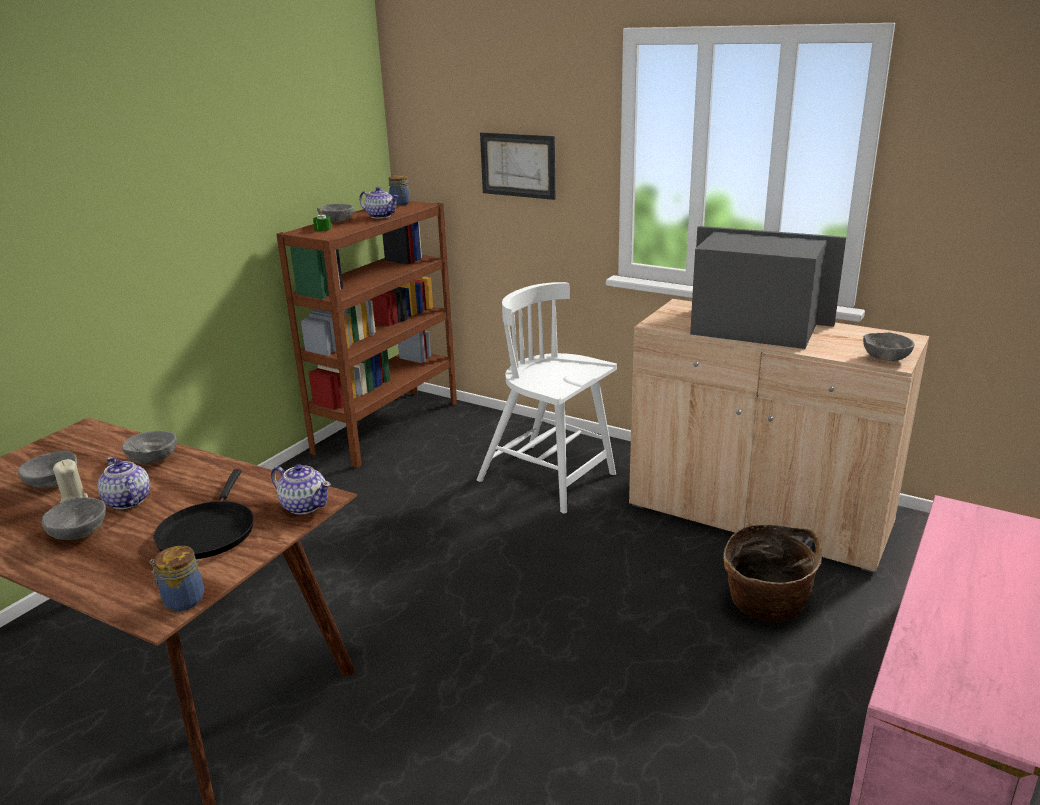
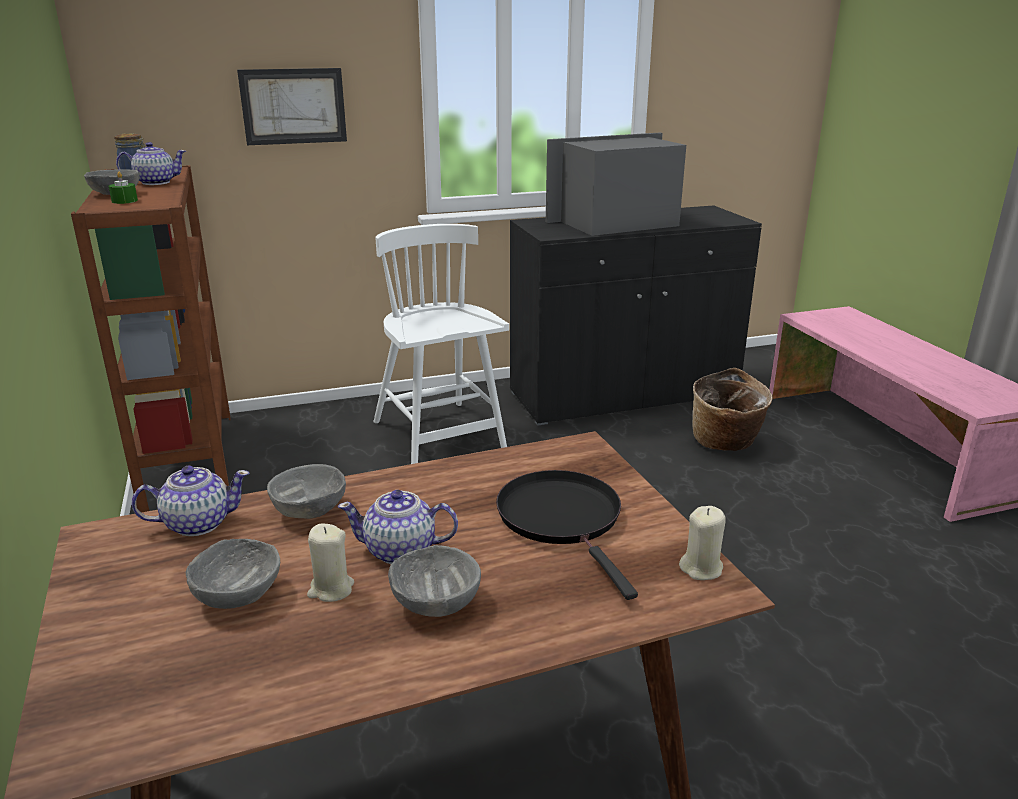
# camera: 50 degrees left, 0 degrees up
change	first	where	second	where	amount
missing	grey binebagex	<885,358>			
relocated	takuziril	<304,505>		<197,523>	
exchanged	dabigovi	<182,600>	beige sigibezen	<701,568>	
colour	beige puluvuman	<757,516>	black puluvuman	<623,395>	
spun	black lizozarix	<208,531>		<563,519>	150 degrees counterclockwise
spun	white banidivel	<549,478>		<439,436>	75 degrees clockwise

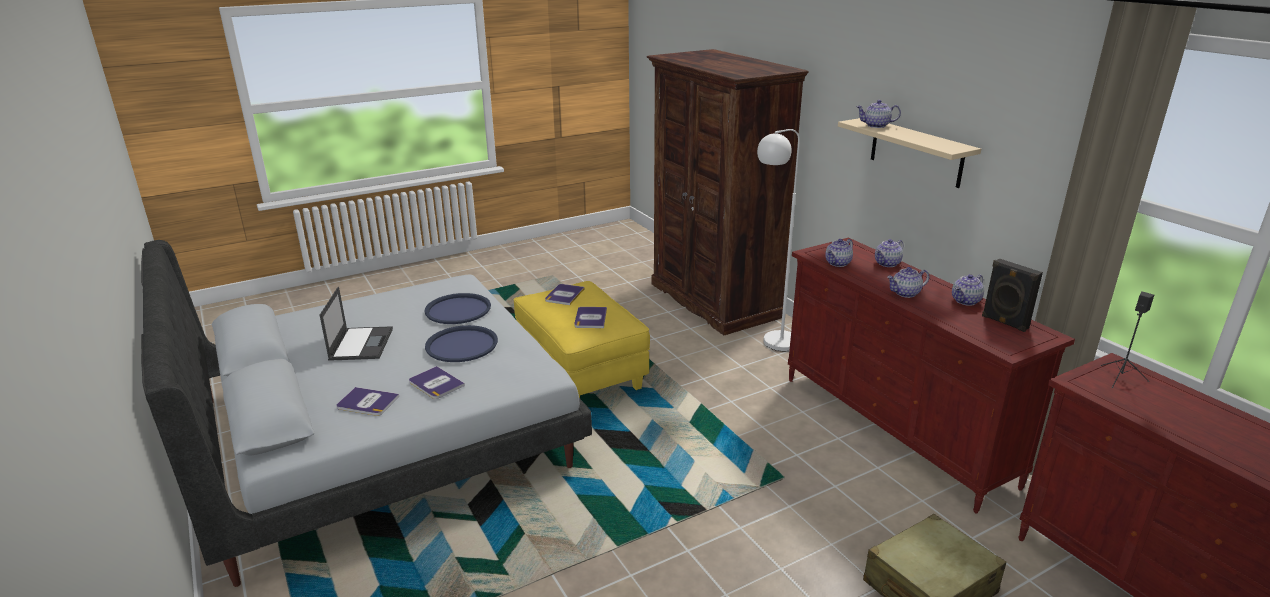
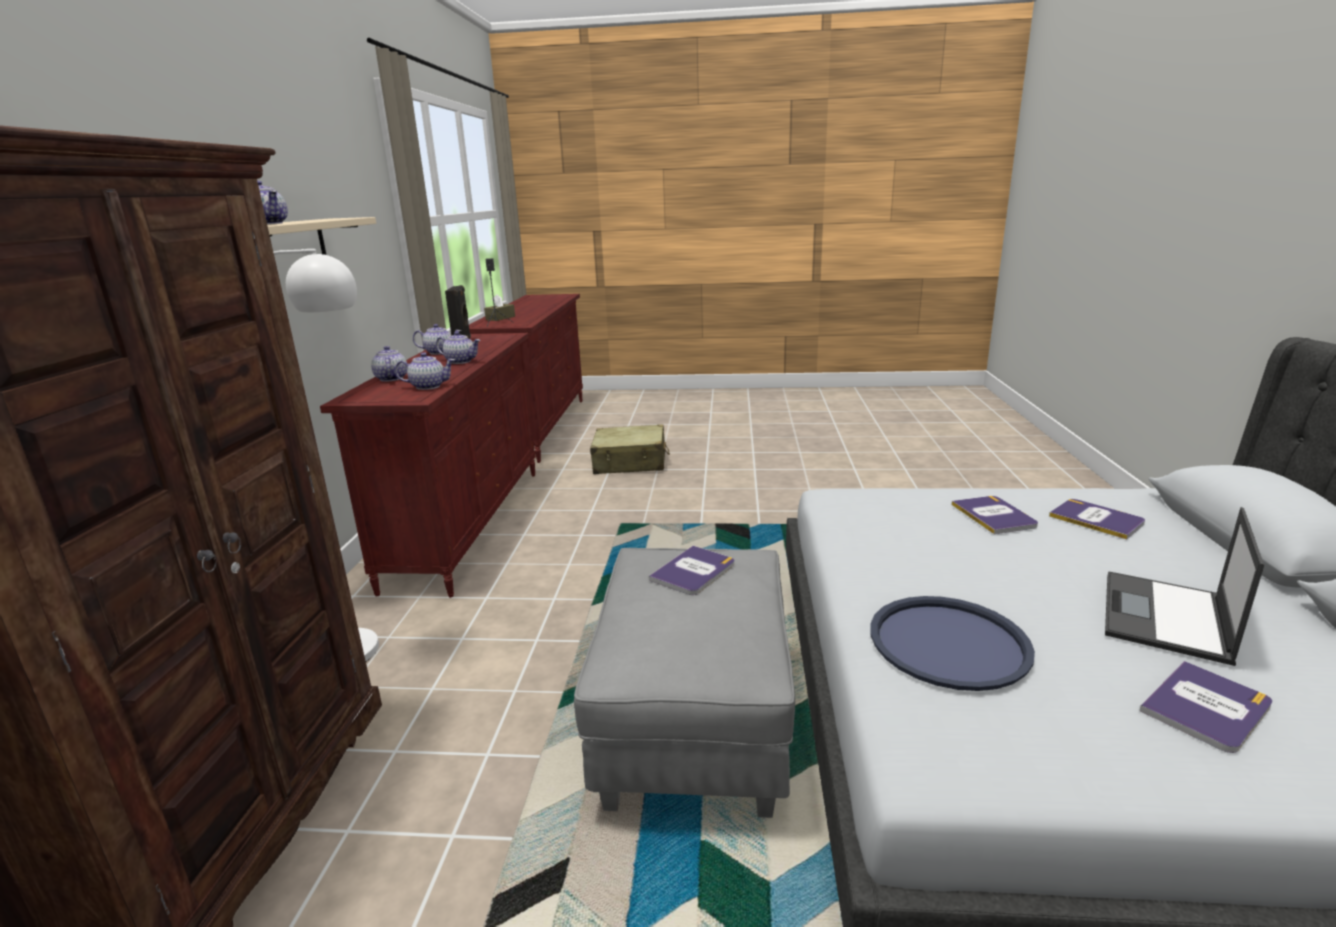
# camera: 145 degrees left, 5 degrees down
change	first	where	second	where	amount
missing	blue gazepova	<461,345>			
appeared			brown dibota	<500,318>	
relocated	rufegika	<564,295>		<1206,707>	
colour	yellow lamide	<581,373>	grey lamide	<694,725>	
spun	takuziril	<887,264>		<391,378>	105 degrees counterclockwise

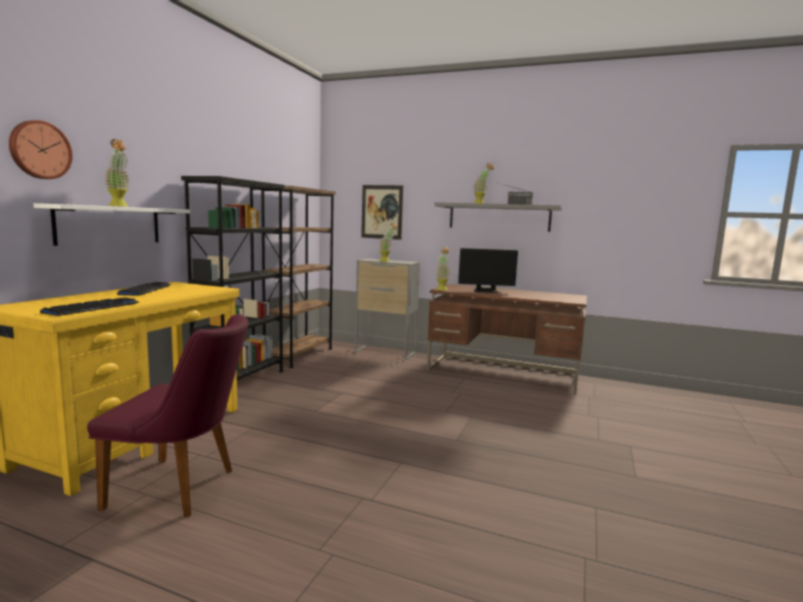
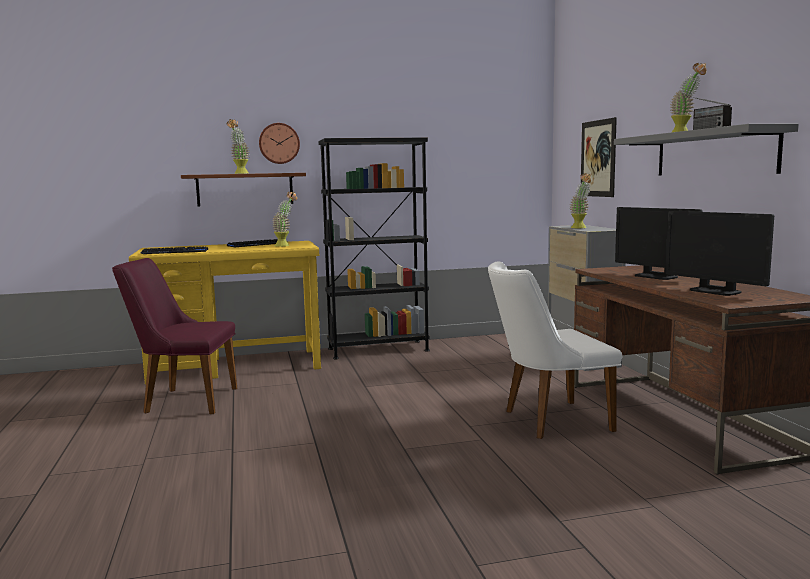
# camera: 55 degrees right, 0 degrees up
change	first	where	second	where	amount
missing	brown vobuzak	<299,355>			
appeared			white banidivel	<547,421>	
appeared			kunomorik	<715,291>	
relocated	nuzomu	<39,150>		<279,143>	
relocated	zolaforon	<442,289>		<286,245>	
colour	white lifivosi	<109,225>	brown lifivosi	<245,189>	
spun	purple banidivel	<182,488>		<182,400>	120 degrees clockwise

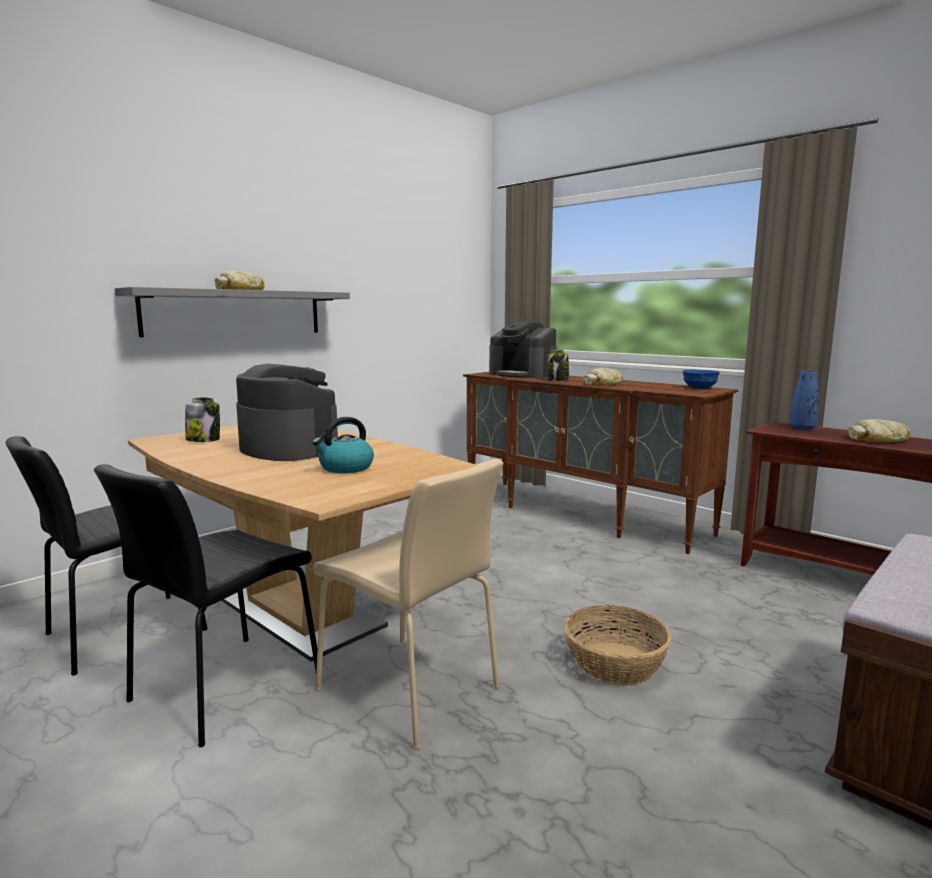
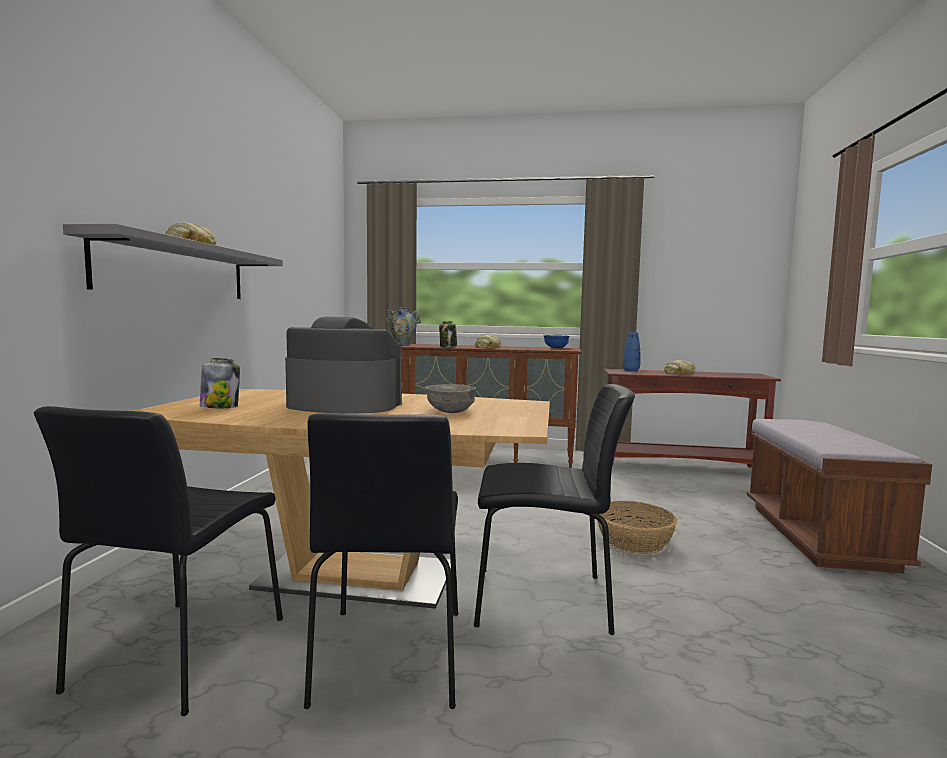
# camera: 35 degrees left, 5 degrees down
change	first	where	second	where	amount
exchanged	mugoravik	<345,468>	grey binebagex	<451,411>	
exchanged	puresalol	<523,374>	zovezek	<403,344>	
colour	beige banidivel	<413,691>	black banidivel	<547,600>	

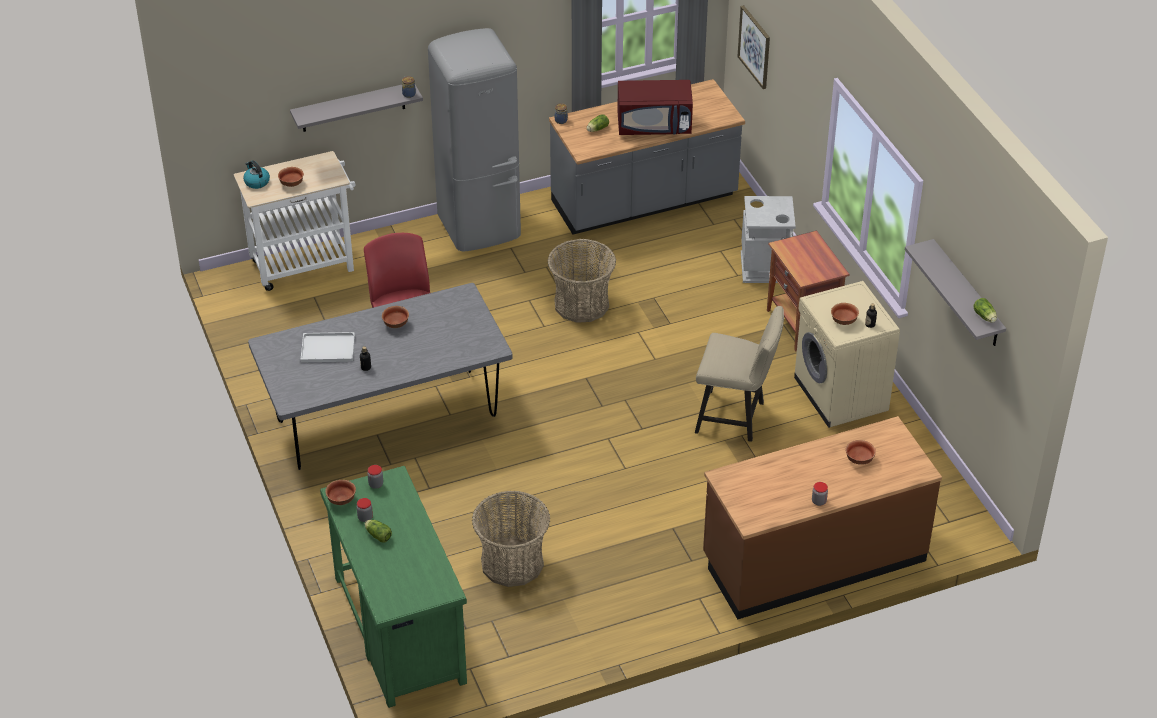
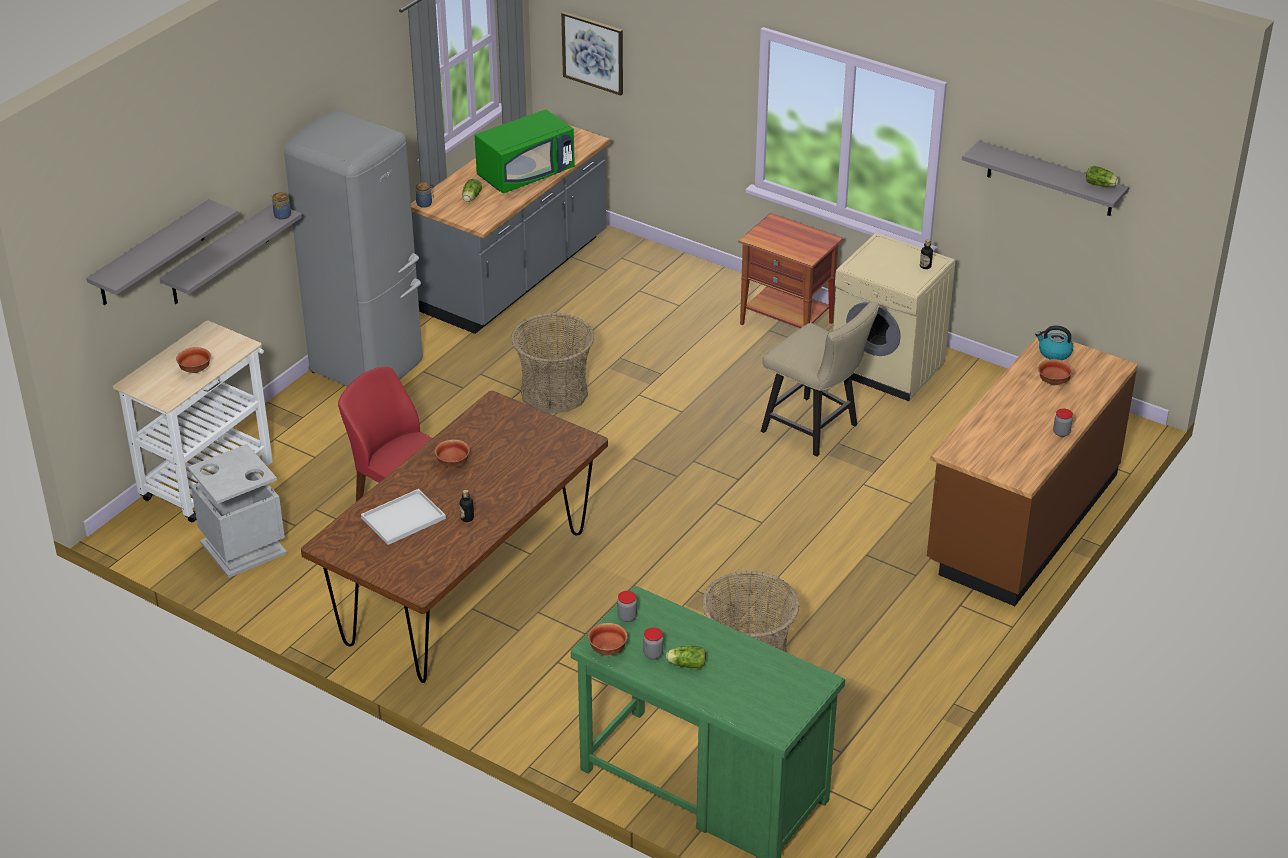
# camera: 35 degrees left, 5 degrees down
change	first	where	second	where	amount
missing	binebagex	<844,321>			
appeared			grey lifivosi	<151,254>	
relocated	mugoravik	<256,182>		<1054,353>	
relocated	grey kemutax	<765,267>		<244,548>	
colour	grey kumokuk	<385,420>	brown kumokuk	<466,590>	
colour	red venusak	<654,125>	green venusak	<526,174>	
spun	beige banidivel	<735,418>		<815,430>	60 degrees clockwise

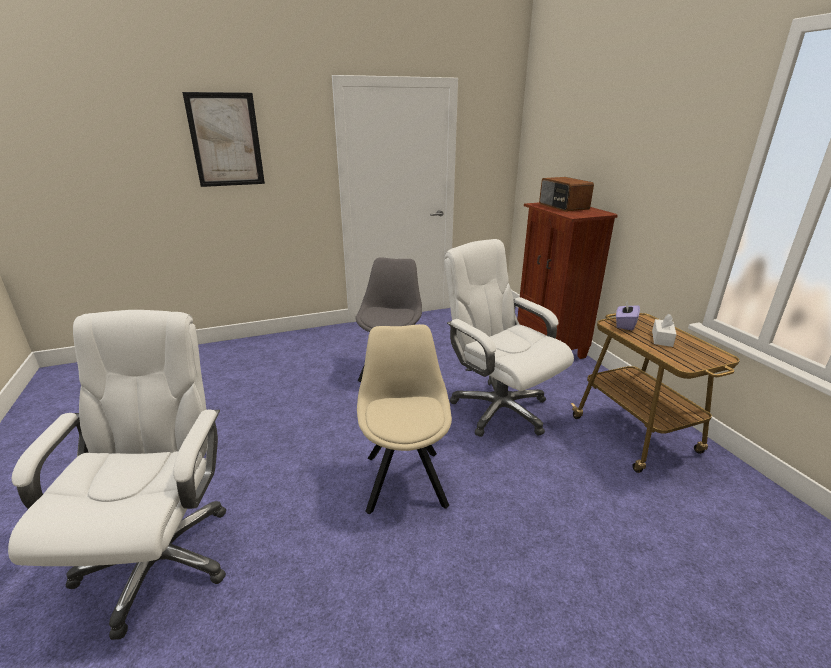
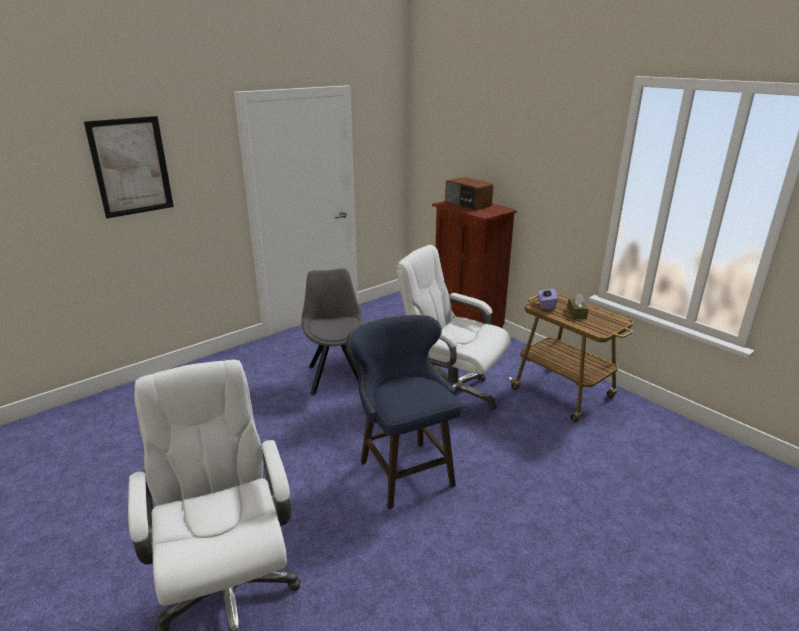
# camera: 20 degrees left, 0 degrees up
change	first	where	second	where	amount
exchanged	beige banidivel	<405,480>	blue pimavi	<404,470>	
colour	white dibota	<662,338>	brown dibota	<576,313>	

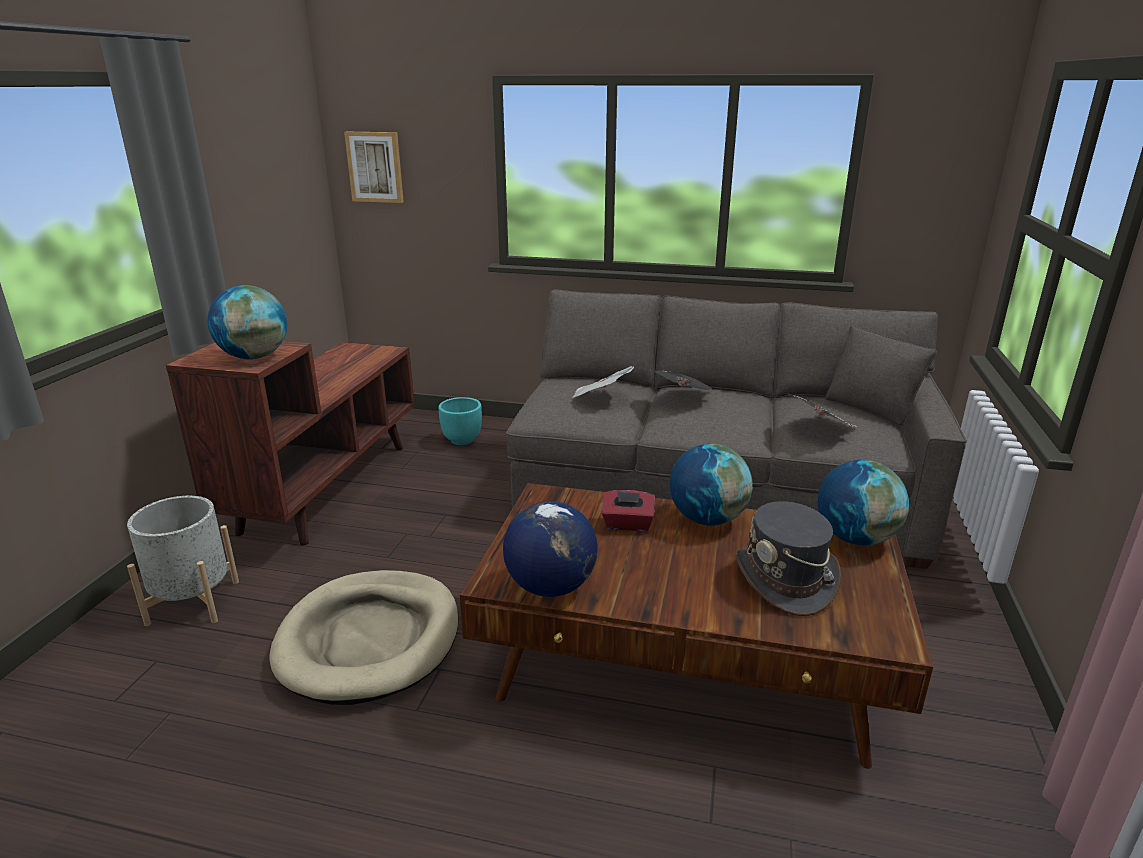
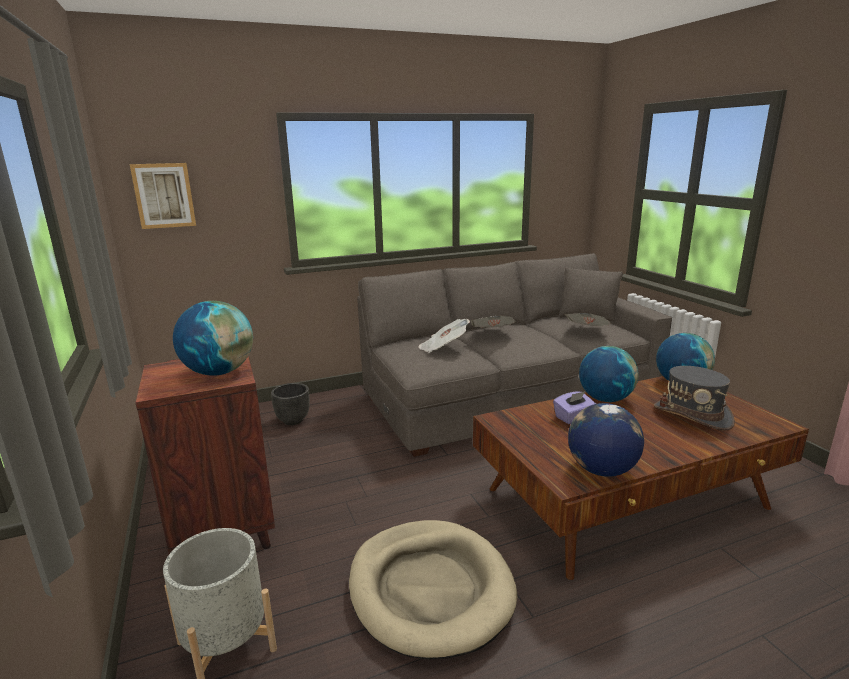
# camera: 35 degrees left, 5 degrees down
change	first	where	second	where	amount
colour	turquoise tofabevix	<462,440>	black tofabevix	<293,420>	
colour	red dibota	<627,524>	purple dibota	<573,417>	

